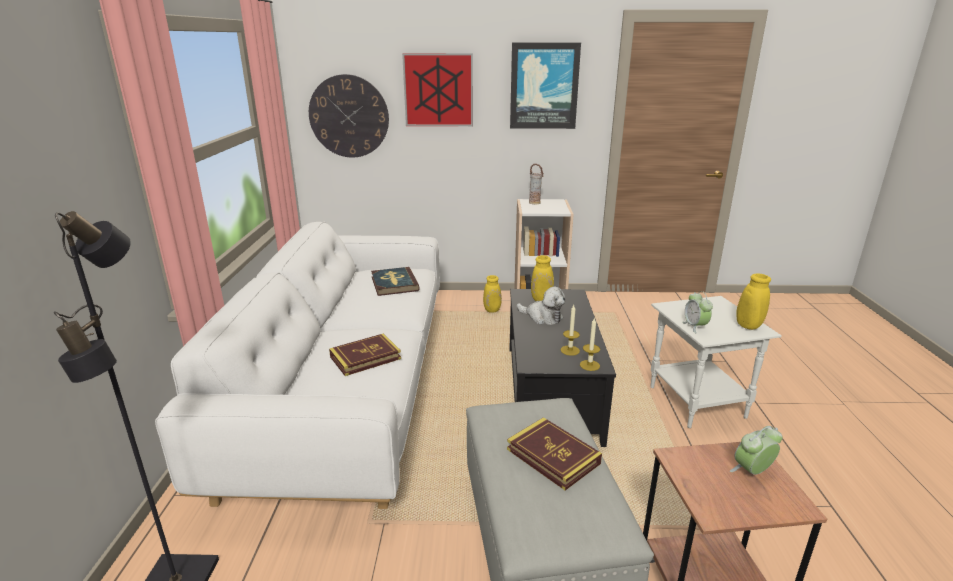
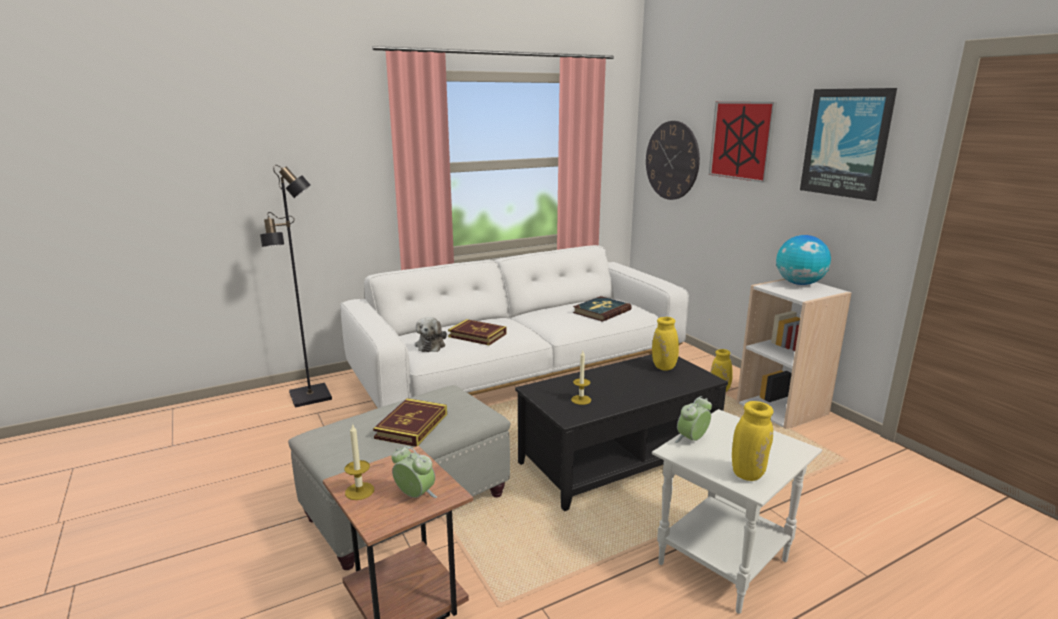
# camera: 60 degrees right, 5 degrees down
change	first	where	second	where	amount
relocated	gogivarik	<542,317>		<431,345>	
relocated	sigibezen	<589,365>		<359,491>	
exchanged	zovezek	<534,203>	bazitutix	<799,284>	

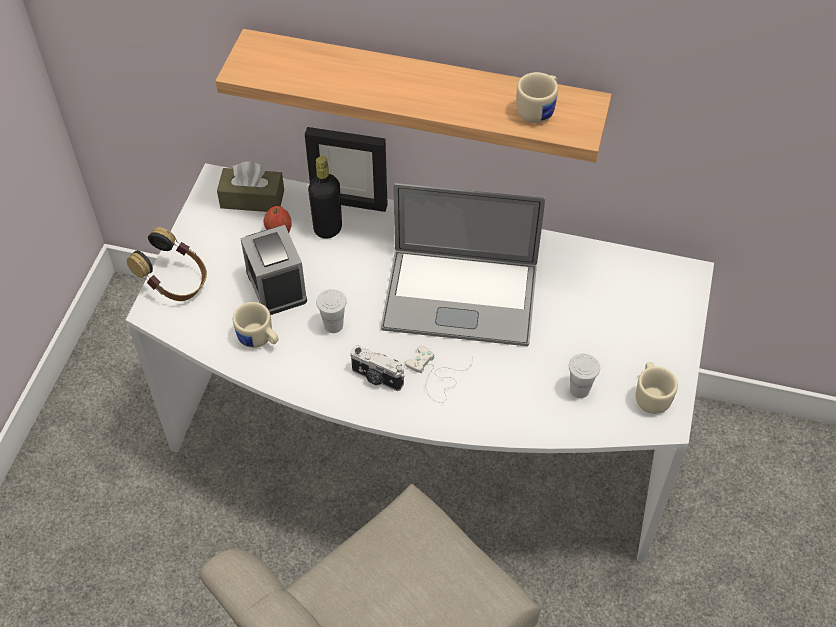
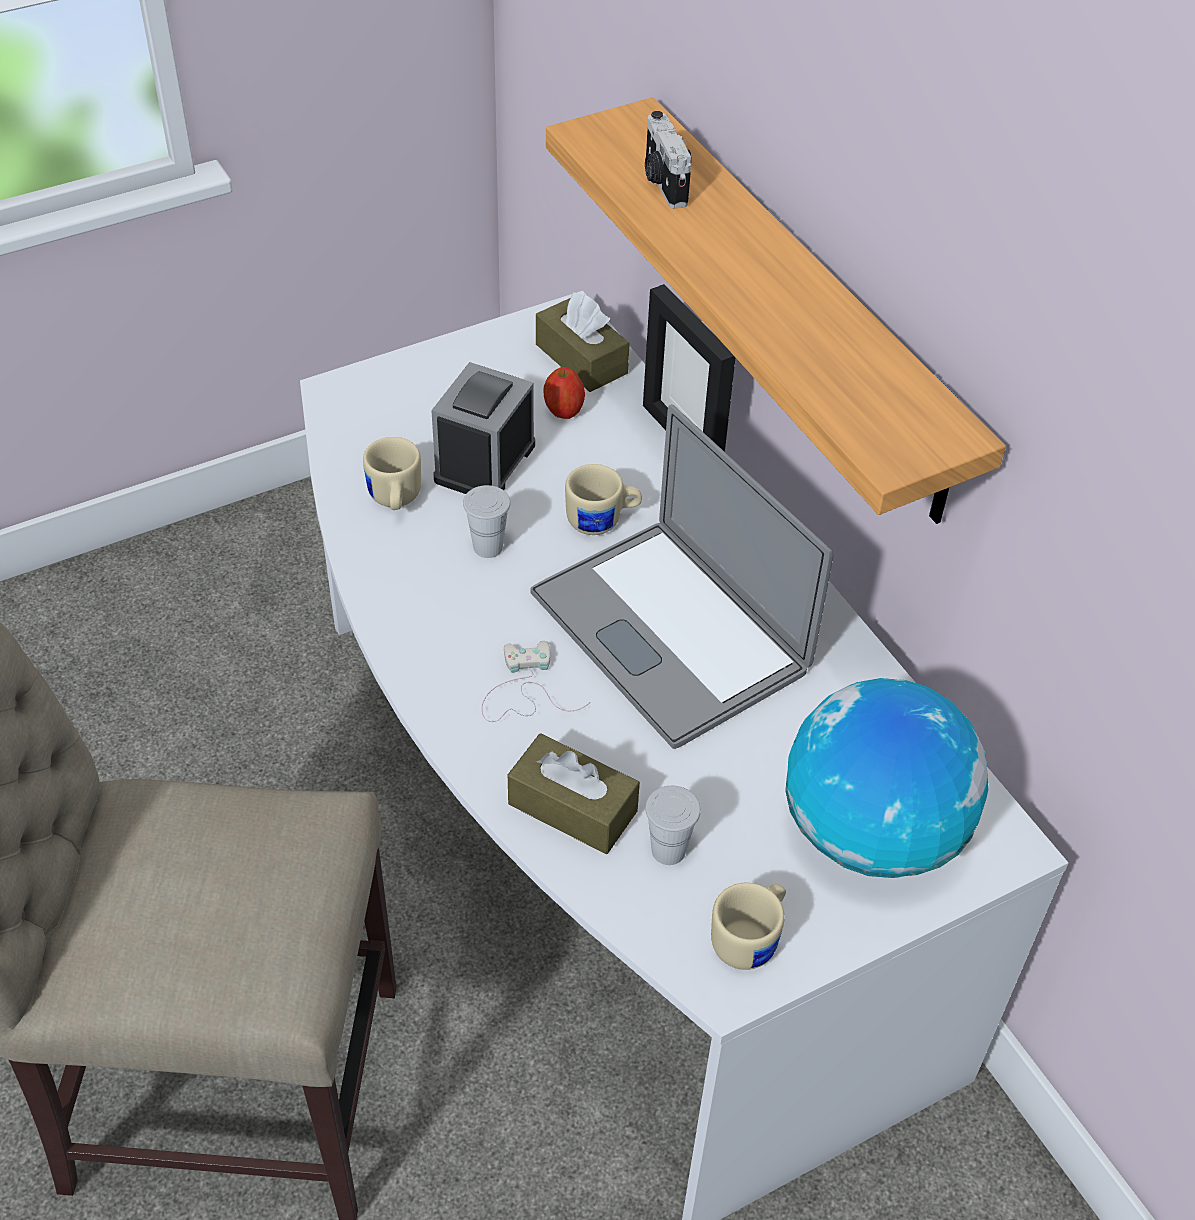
# camera: 45 degrees right, 5 degrees down
change	first	where	second	where	amount
missing	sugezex	<175,283>			
missing	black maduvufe	<328,229>			
appeared			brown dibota	<572,807>	
appeared			bazitutix	<871,833>	
relocated	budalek	<376,378>		<663,182>	
relocated	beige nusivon	<539,110>		<602,521>	

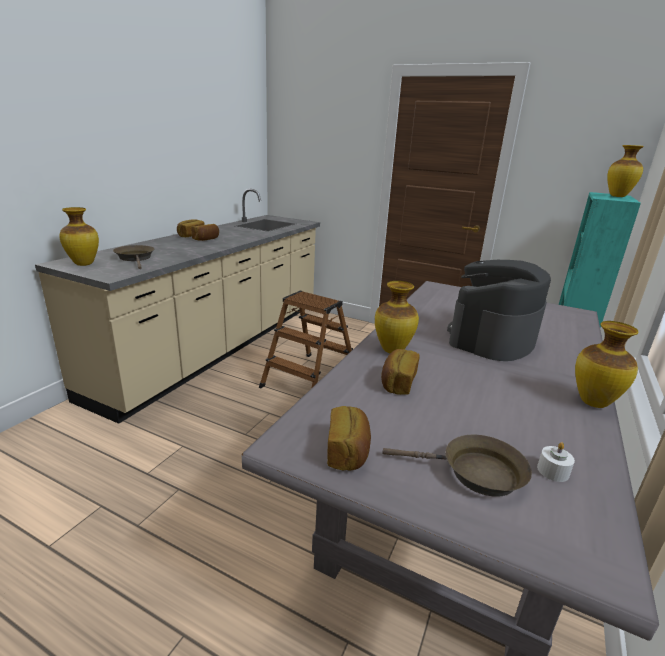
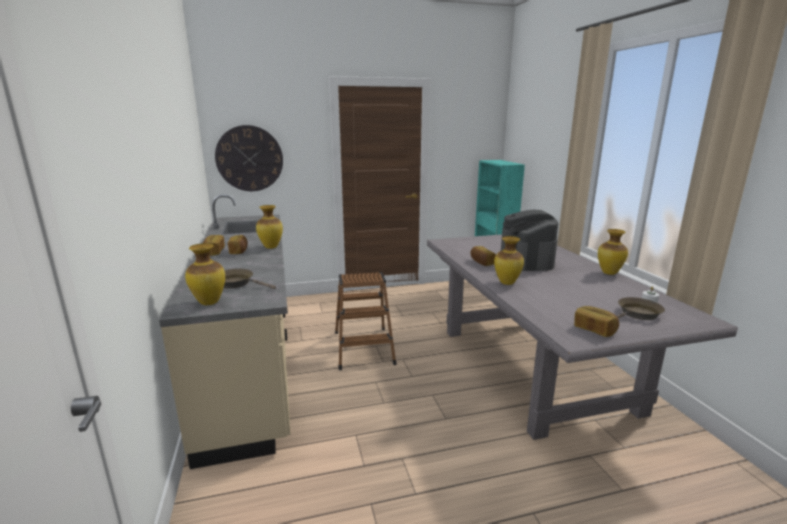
# camera: 40 degrees left, 5 degrees down
change	first	where	second	where	amount
appeared			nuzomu	<249,158>	
relocated	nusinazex	<397,383>		<481,262>	
relocated	zovezek	<617,196>		<271,247>	

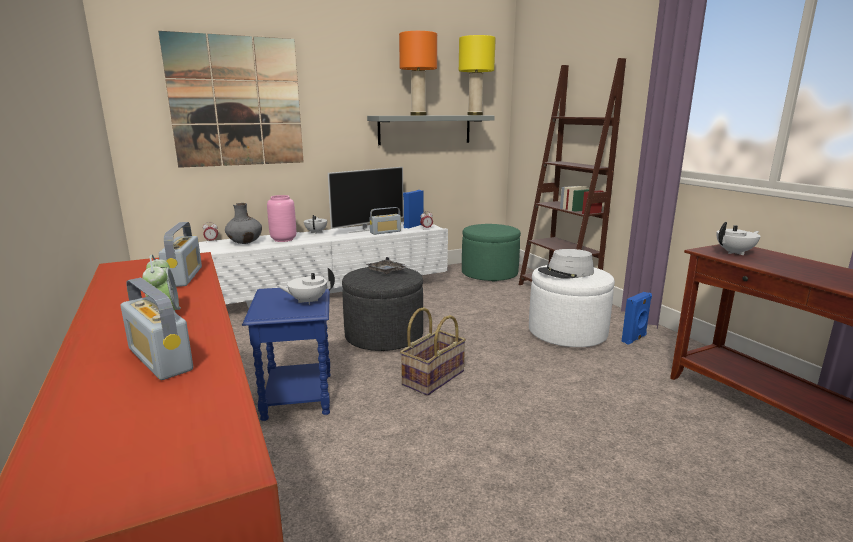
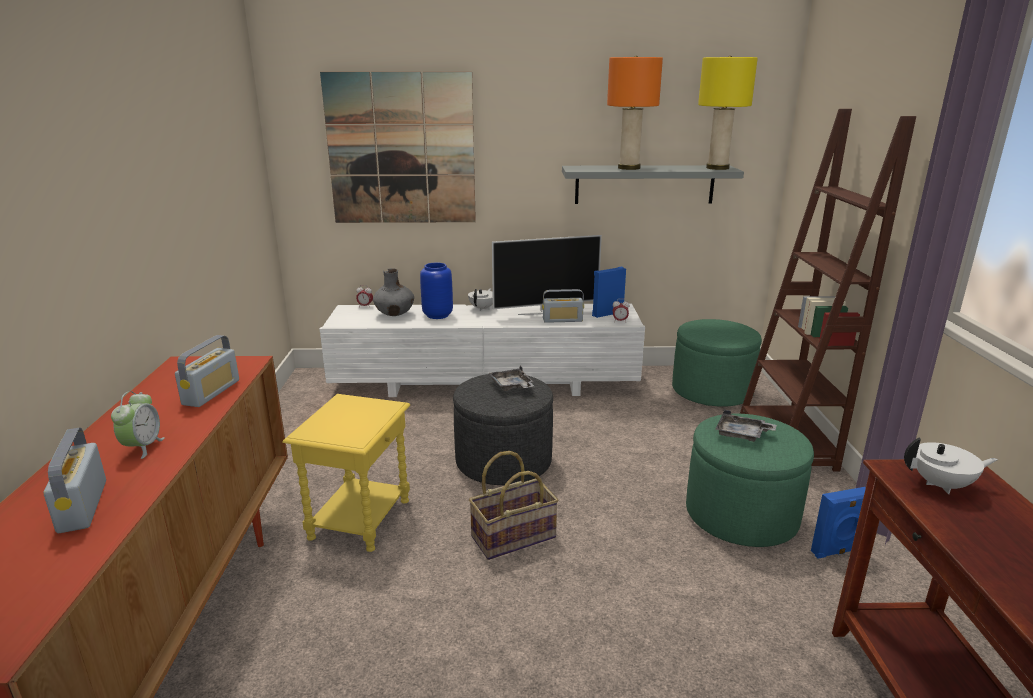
# camera: 25 degrees right, 5 degrees up
change	first	where	second	where	amount
missing	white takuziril	<308,301>			
exchanged	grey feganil	<566,272>	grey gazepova	<742,434>	
colour	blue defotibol	<296,395>	yellow defotibol	<358,518>	
colour	pink zovezek	<283,240>	blue zovezek	<437,315>	
colour	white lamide	<567,333>	green lamide	<741,515>	

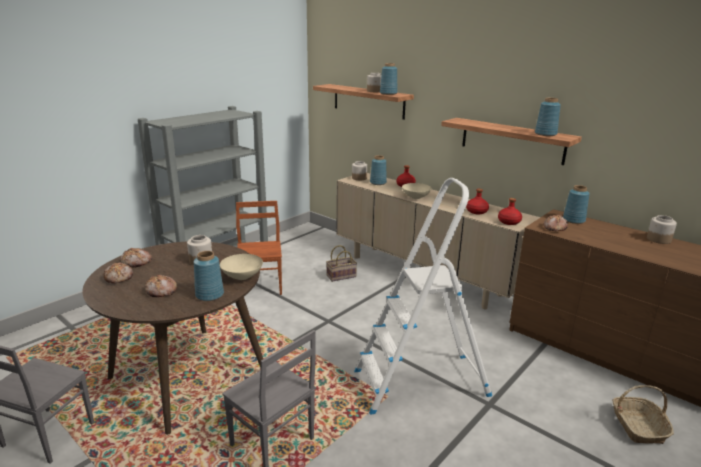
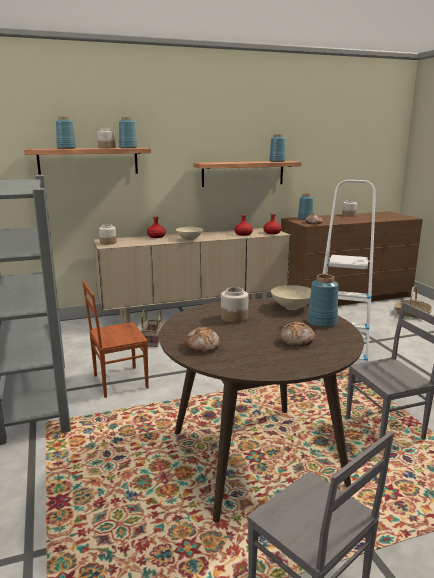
# camera: 60 degrees left, 5 degrees down
change	first	where	second	where	amount
missing	nusinazex	<119,277>			
relocated	blue zovezek	<378,183>		<66,148>	
spun	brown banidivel	<262,286>		<119,381>	45 degrees counterclockwise

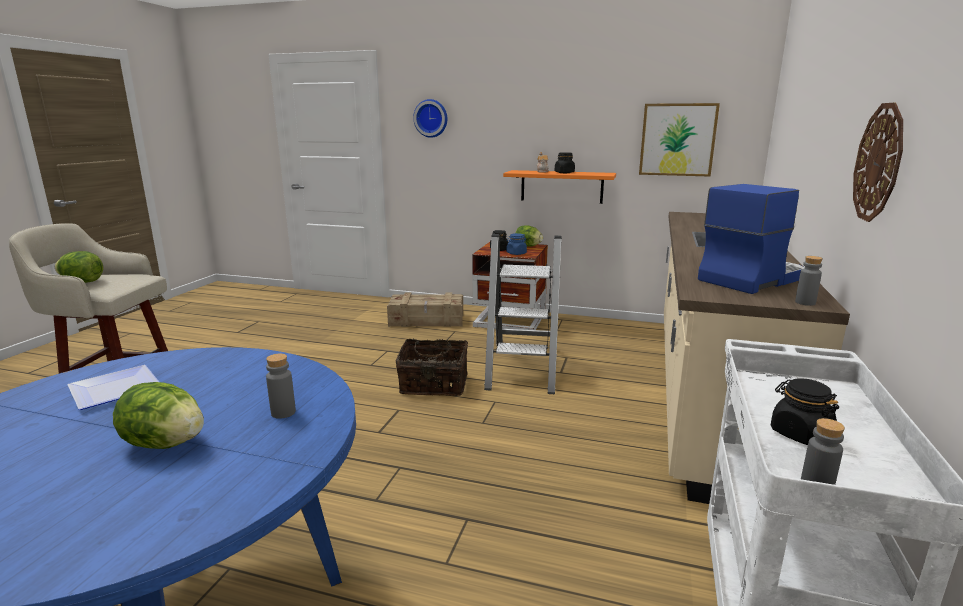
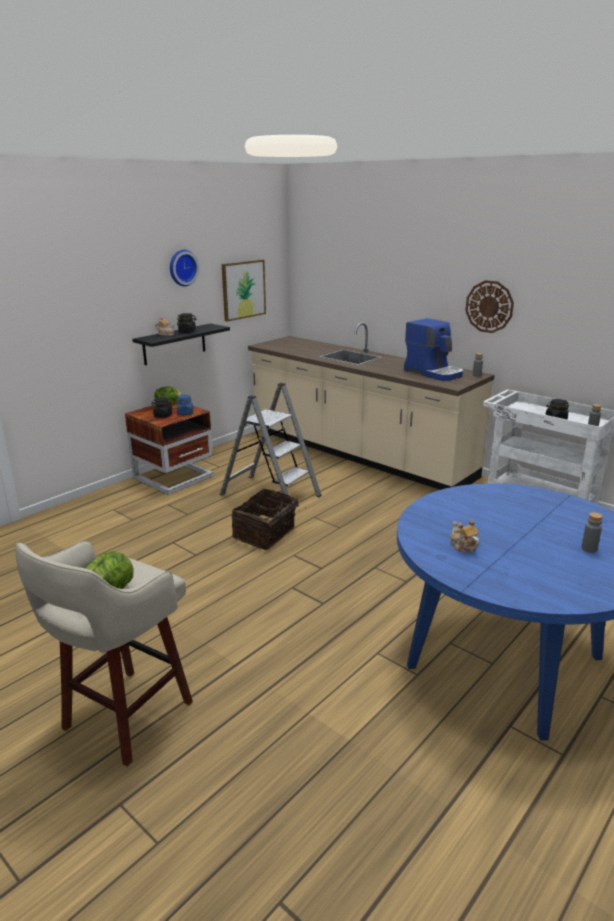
# camera: 65 degrees left, 5 degrees up
change	first	where	second	where	amount
missing	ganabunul	<165,444>			
missing	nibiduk	<427,320>			
relocated	grey maduvufe	<283,412>		<589,549>	
relocated	nuzomu	<431,118>		<182,267>	
exchanged	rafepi	<112,390>	takuziril	<462,546>	
colour	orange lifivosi	<561,186>	black lifivosi	<174,344>	
spun	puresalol	<750,279>		<434,372>	150 degrees clockwise

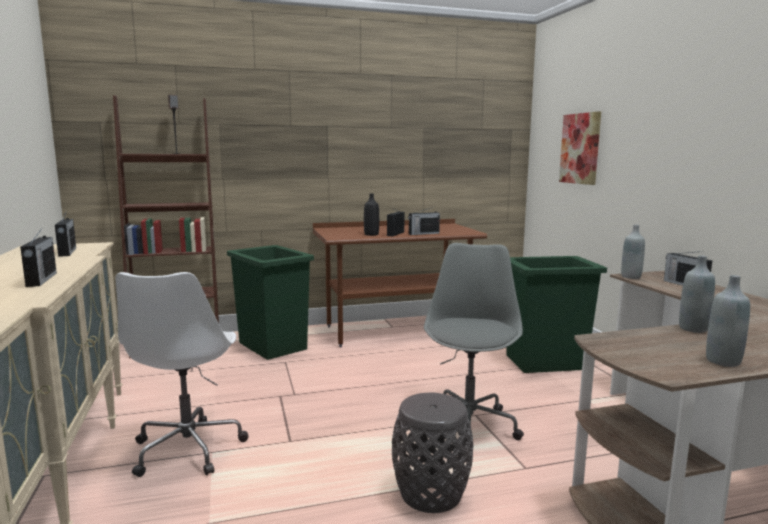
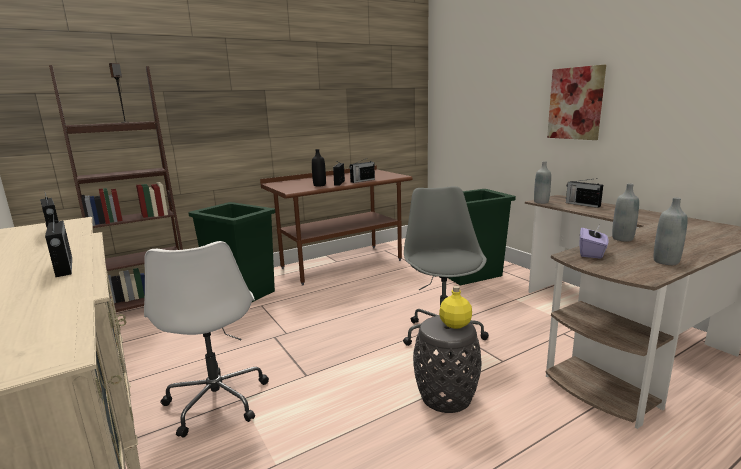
# camera: 15 degrees left, 5 degrees up
change	first	where	second	where	amount
appeared			yellow maduvufe	<455,324>	
appeared			purple dibota	<591,253>	
relocated	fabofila	<580,148>		<575,103>	

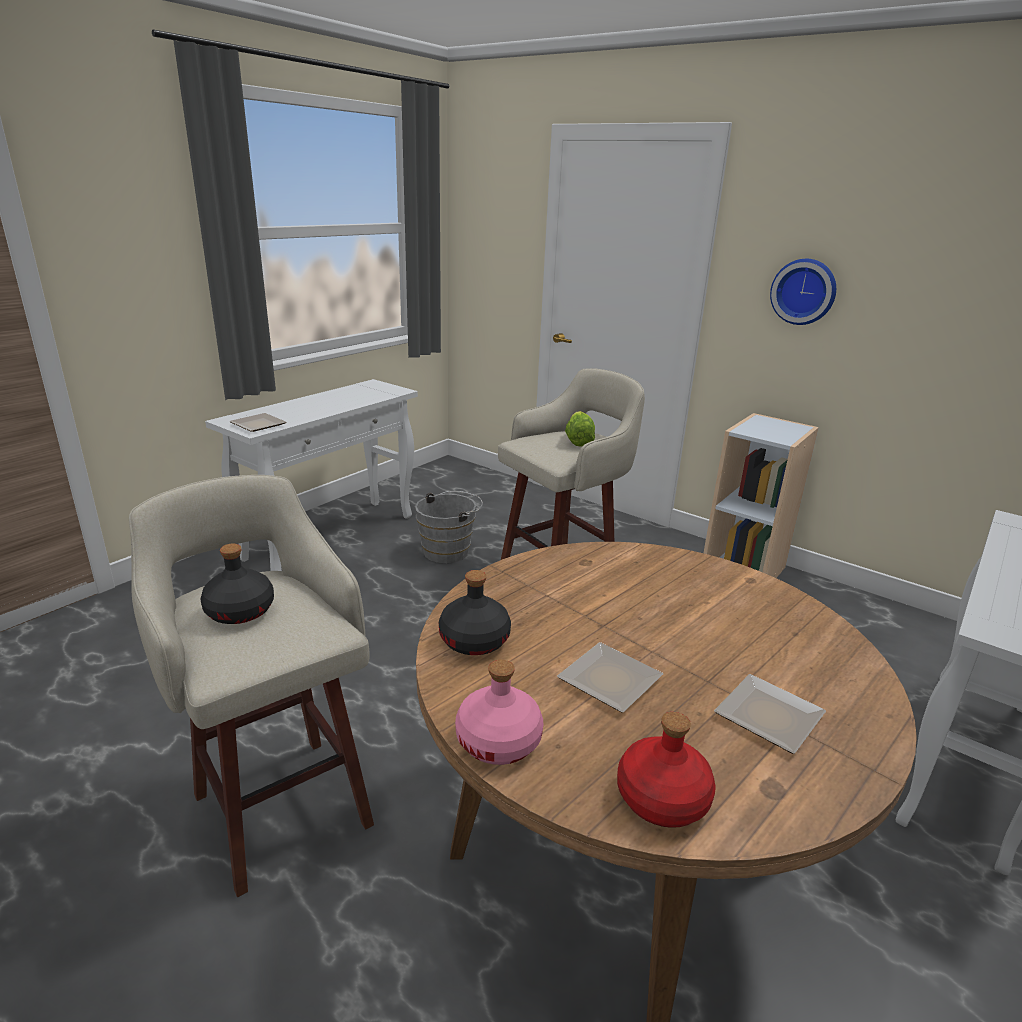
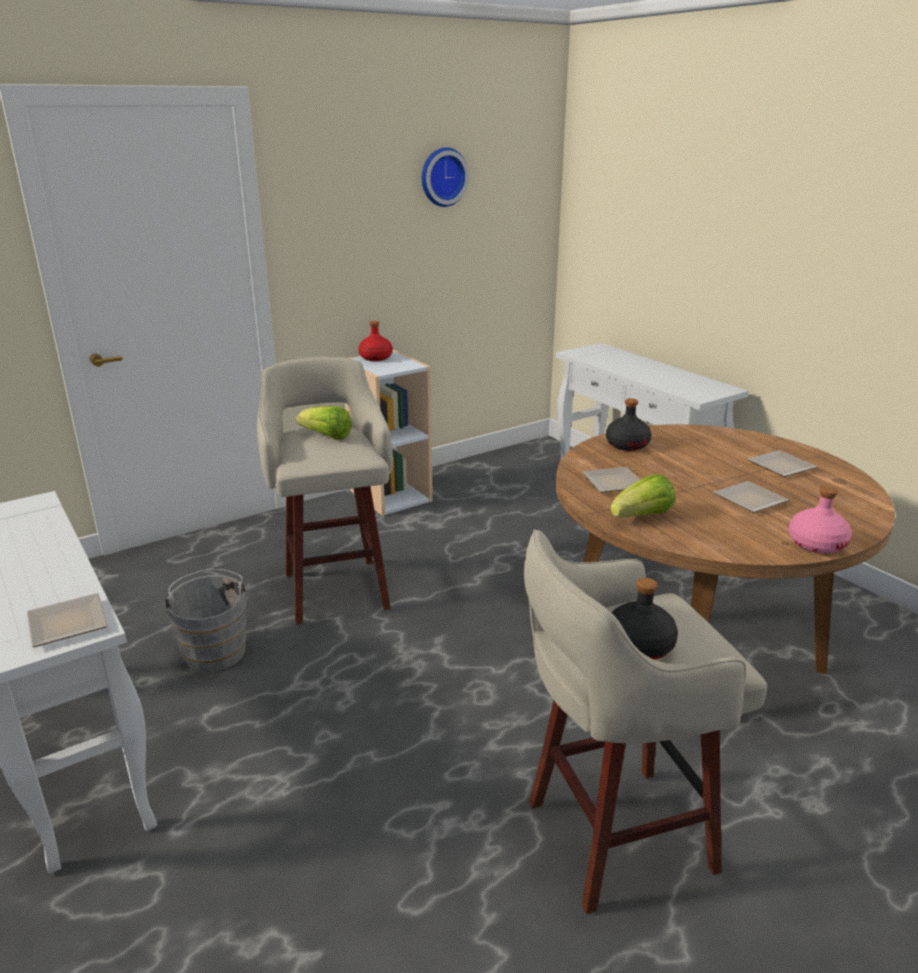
# camera: 70 degrees left, 0 degrees up
change	first	where	second	where	amount
appeared			rafepi	<615,484>	
appeared			ganabunul	<642,516>	
relocated	black maduvufe	<475,640>		<627,445>	
relocated	red maduvufe	<661,798>		<375,358>	
relocated	nuzomu	<804,291>		<442,177>	

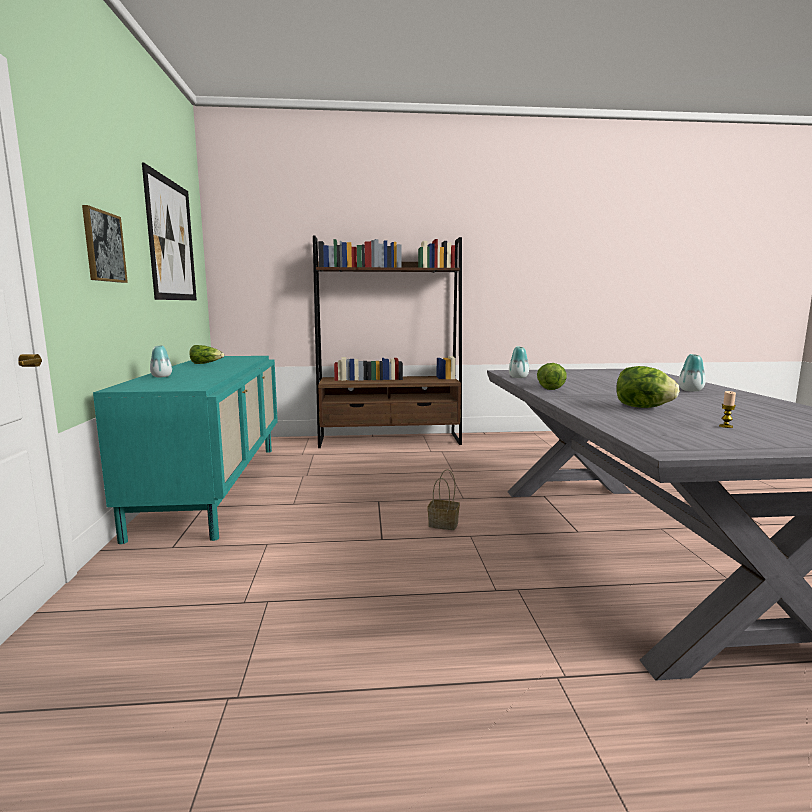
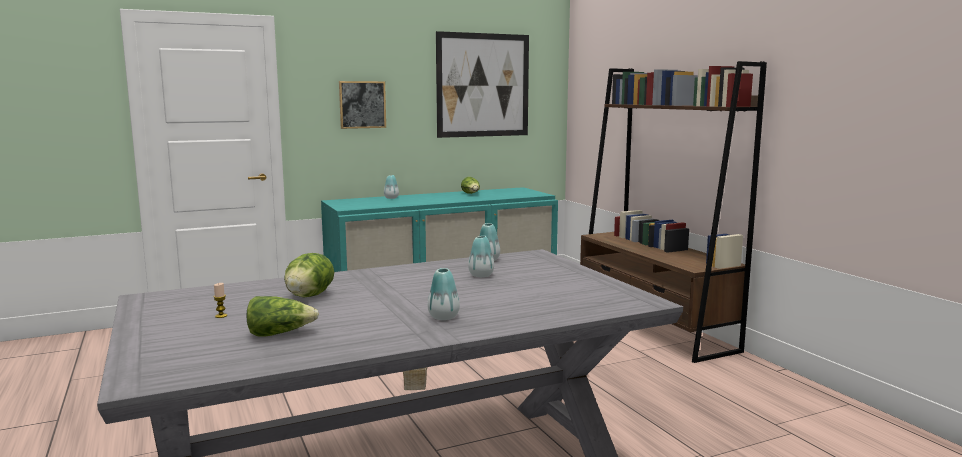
# camera: 70 degrees right, 0 degrees up
change	first	where	second	where	amount
appeared			zovezek	<481,275>	
relocated	ganabunul	<549,387>		<280,333>	

